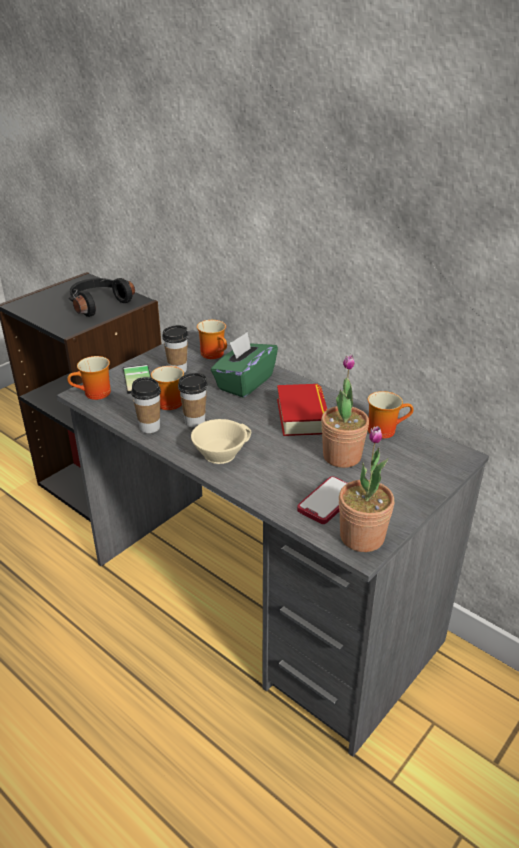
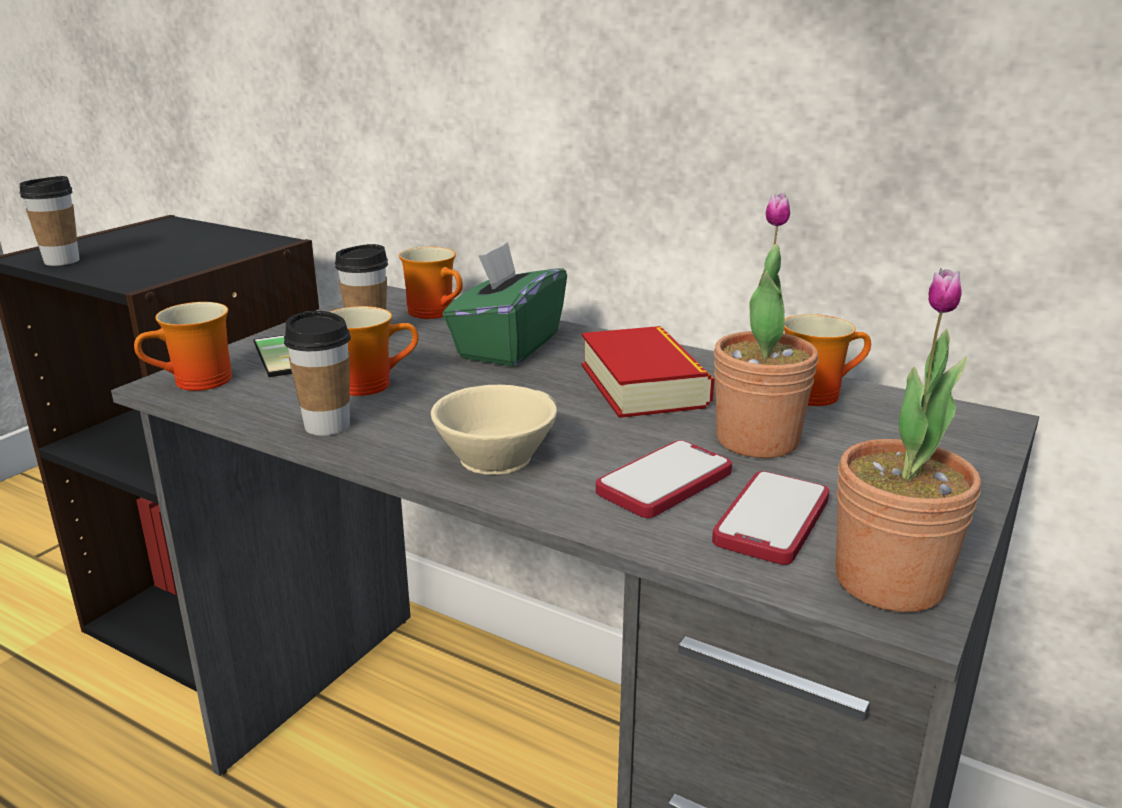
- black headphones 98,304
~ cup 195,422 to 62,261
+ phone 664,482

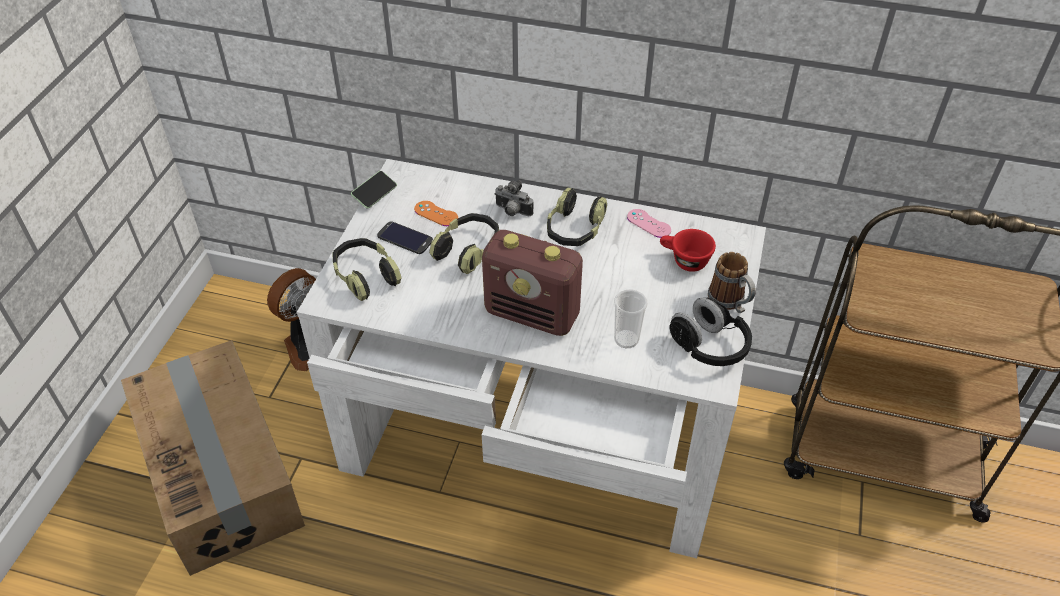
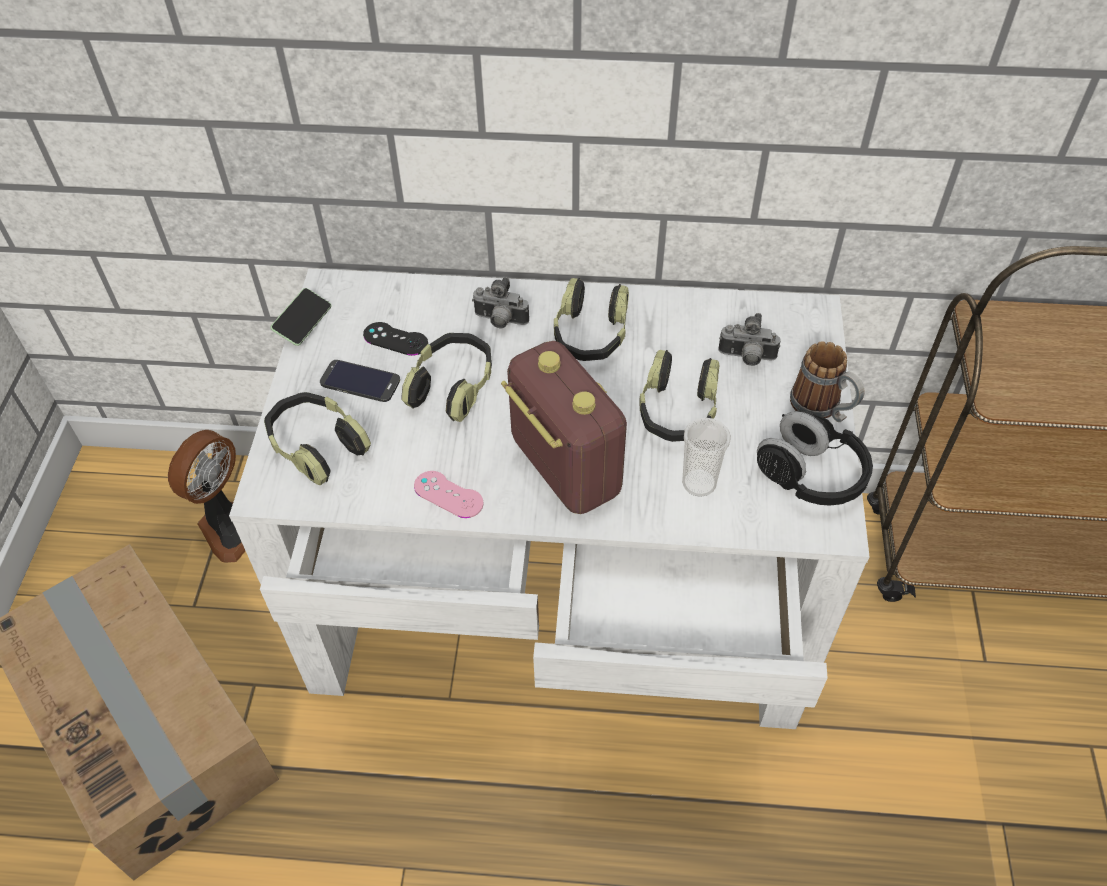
~ orange game controller 436,214 to black game controller 395,339
~ pink game controller 648,223 to 448,494
~ red cup 684,261 to photo camera 746,358
~ radio 533,314 = 564,466 135 degrees counterclockwise
+ headphones 677,411

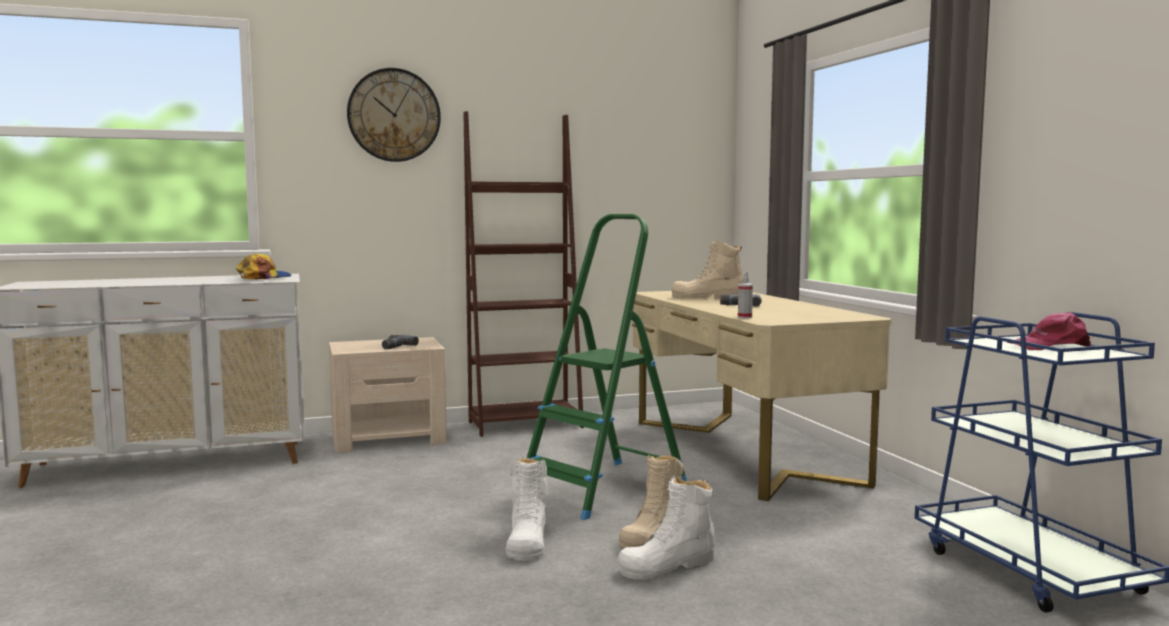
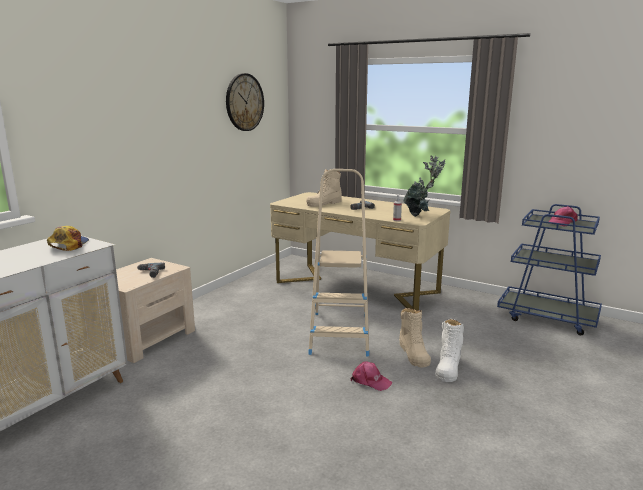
~ wall clock 394,115 to 244,102
- brown bookcase 525,424
~ green step ladder 602,488 to beige step ladder 340,333
~ white boot 527,542 to pink cap 370,381
+ potted plant 420,216

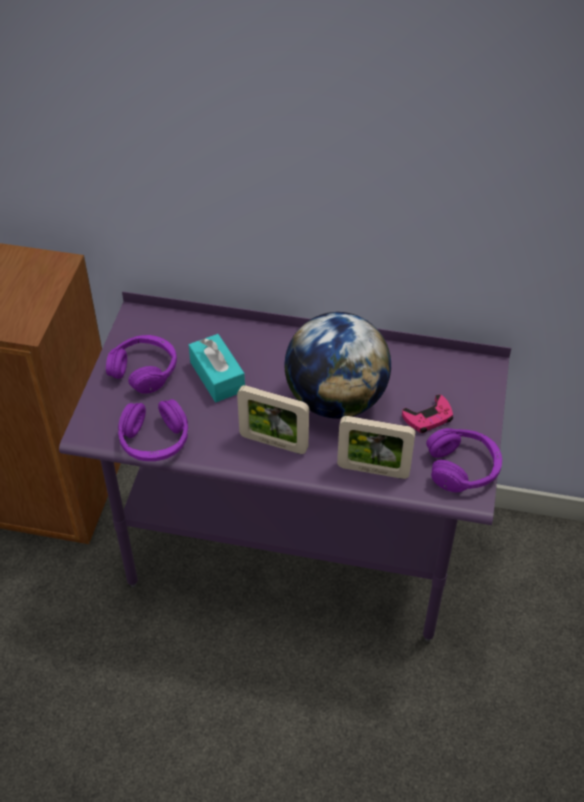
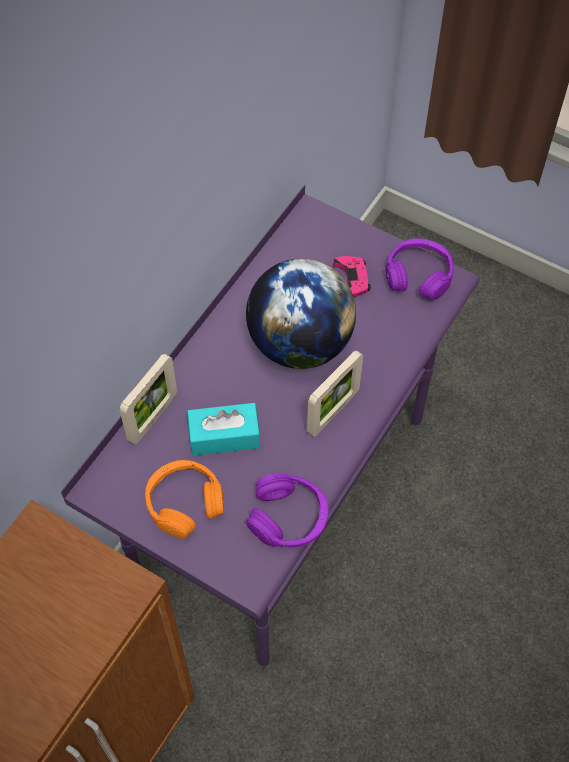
~ purple headphones 144,370 to orange headphones 184,502
~ picture frame 373,470 to 153,418

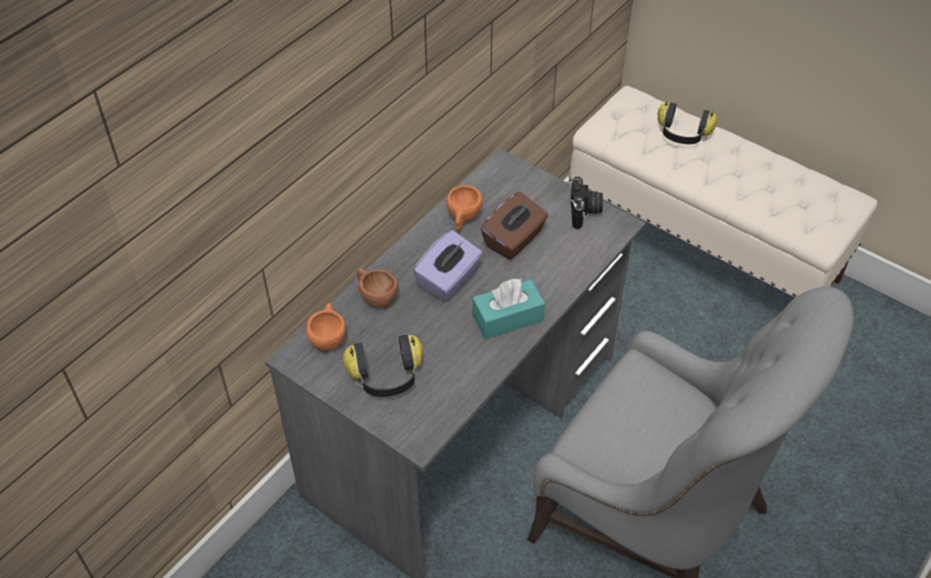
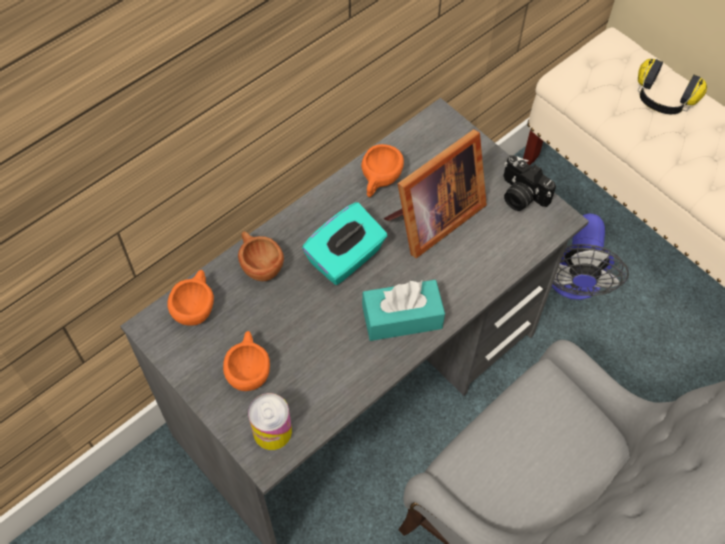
~ photo camera 584,212 = 520,195 120 degrees clockwise
~ brown tissue box 514,240 to picture frame 431,219
~ purple tissue box 449,280 to turquoise tissue box 346,258
~ headphones 386,377 to orange cup 249,369
+ fan 574,284
+ can 272,431

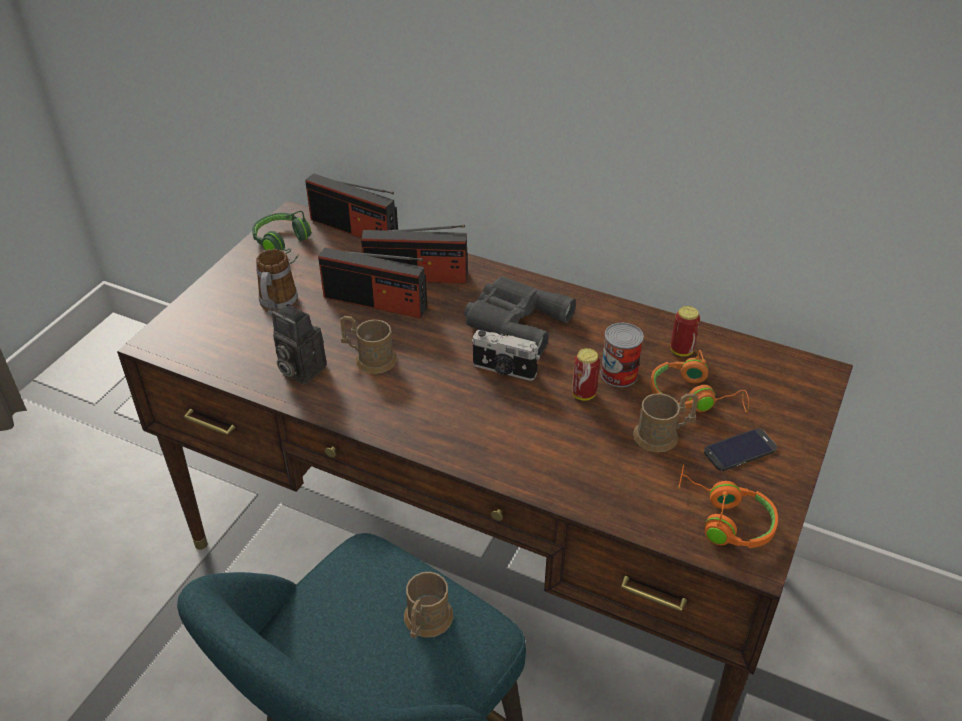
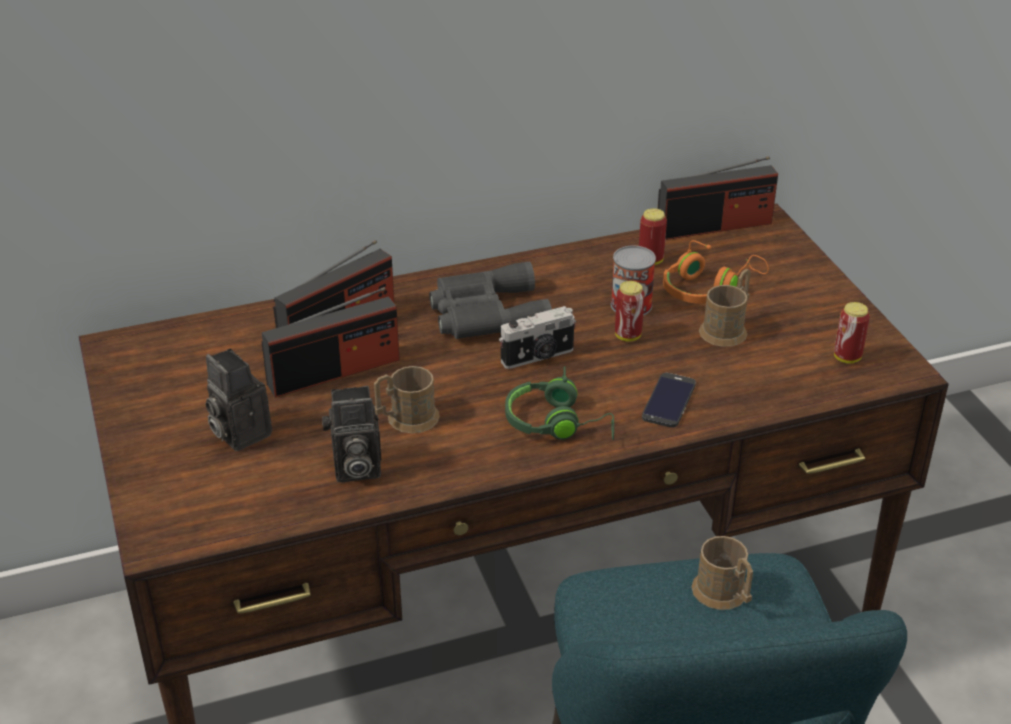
~ radio 354,229 to 714,226
~ green headphones 284,246 to 558,423
~ mug 277,306 to photo camera 238,432
~ phone 740,450 to 669,401
~ orange headphones 723,518 to can 847,357

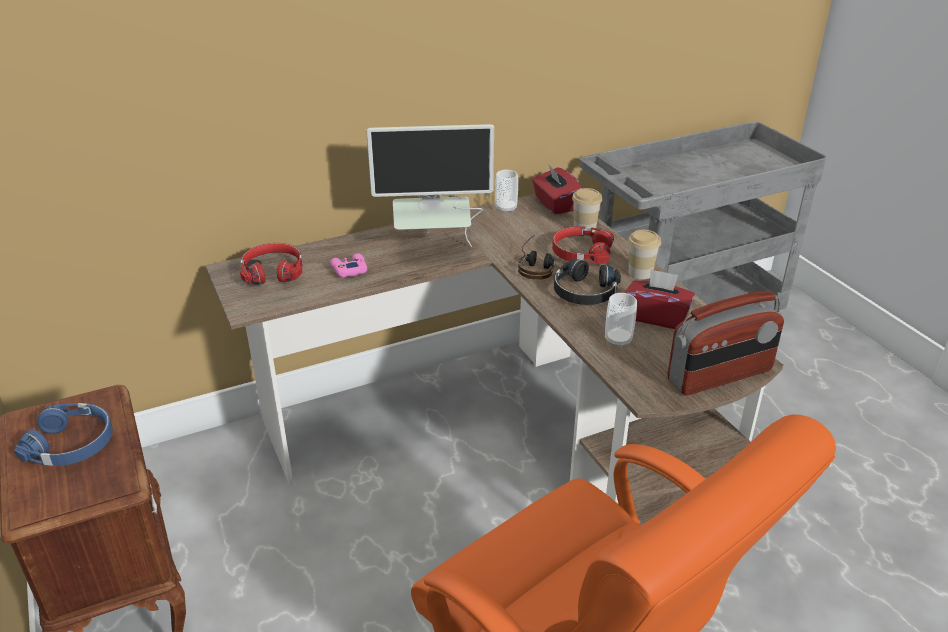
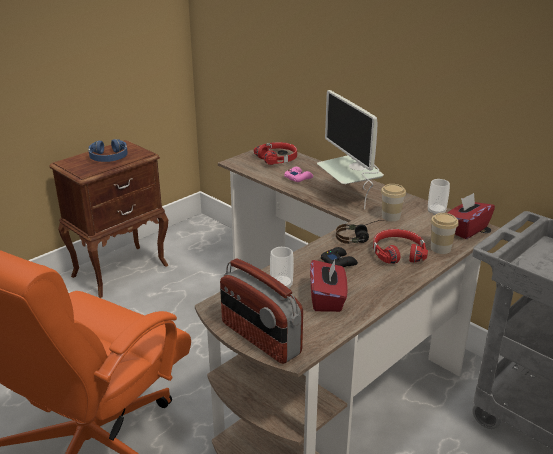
~ cup 640,273 to 391,217
~ black headphones 584,292 to black game controller 338,262

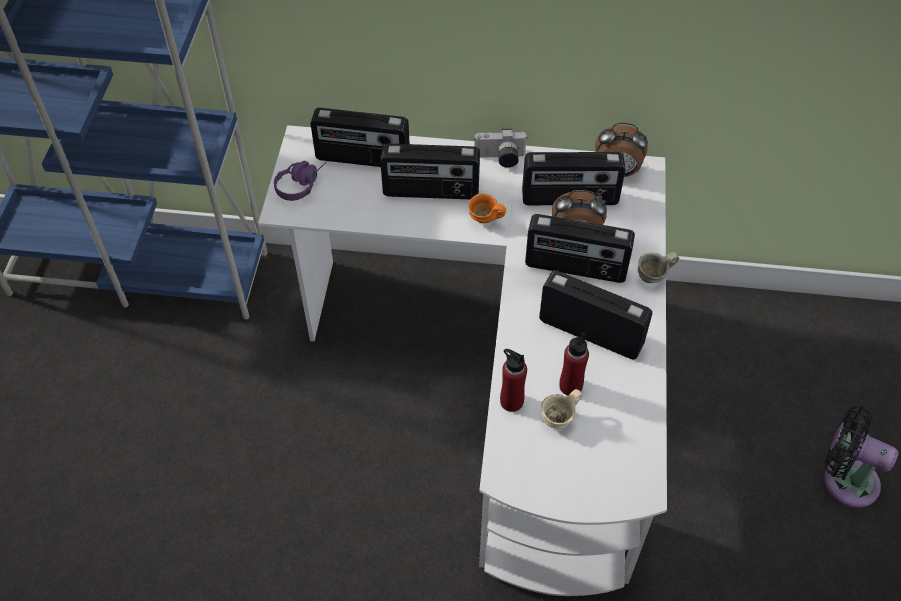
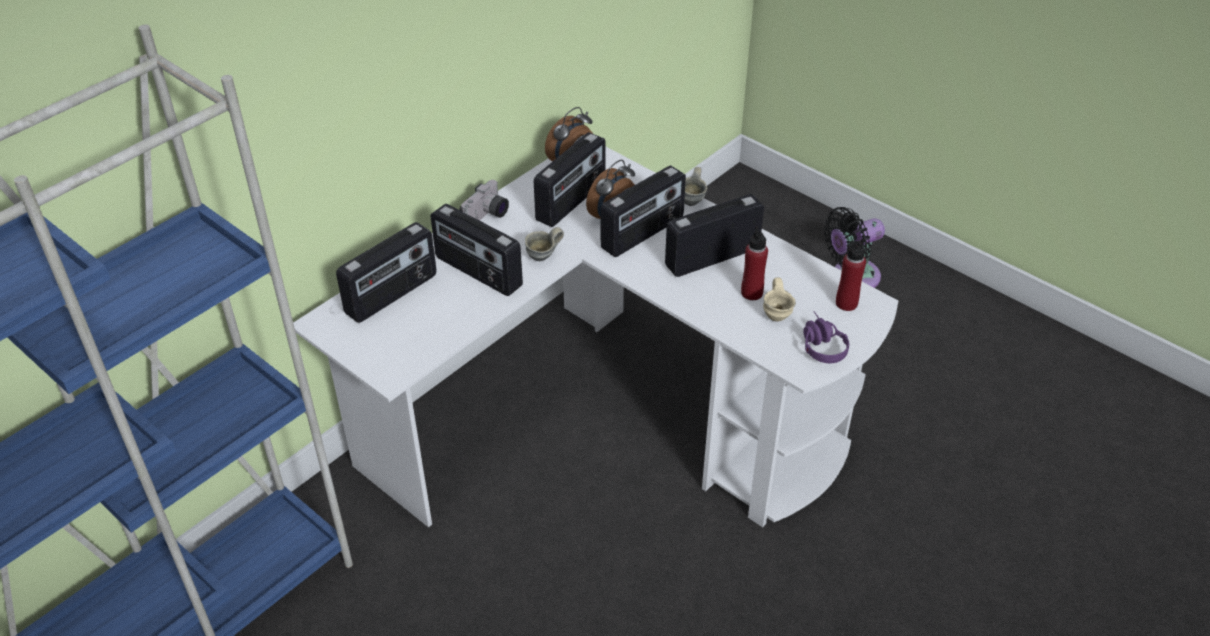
~ radio 431,192 = 477,272 90 degrees clockwise
~ purple headphones 301,183 to 819,344
~ orange mug 484,221 to grey mug 544,258
~ red bottle 511,401 to 846,303

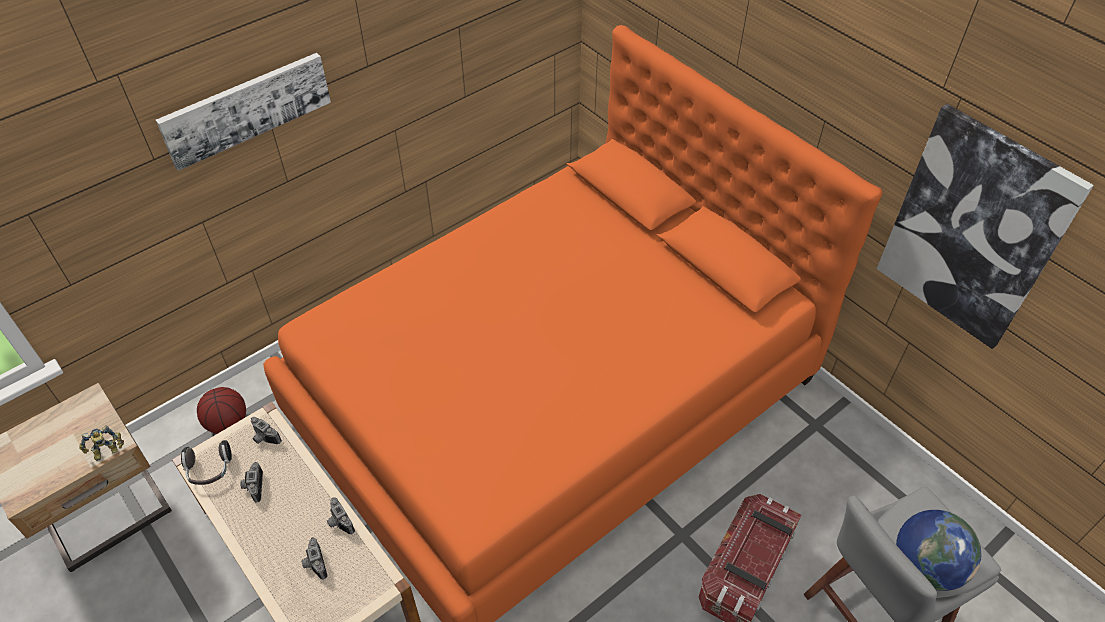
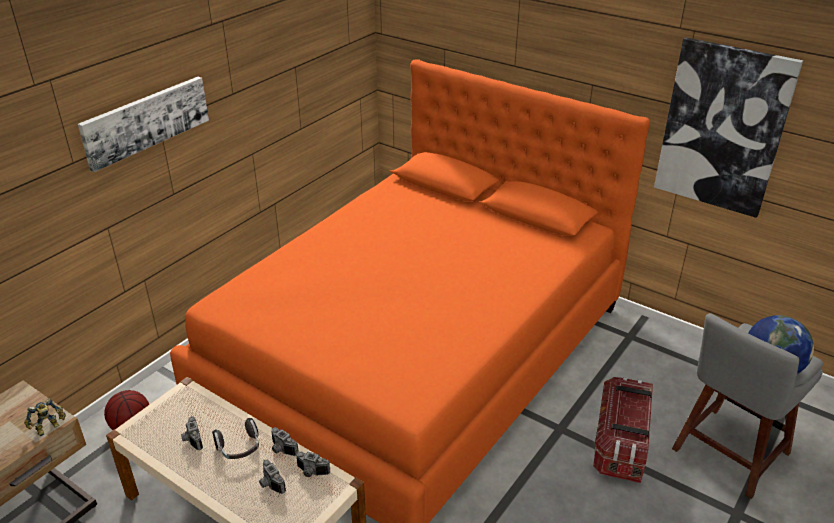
~ photo camera 263,438 to 311,472
~ headphones 209,470 to 239,448

